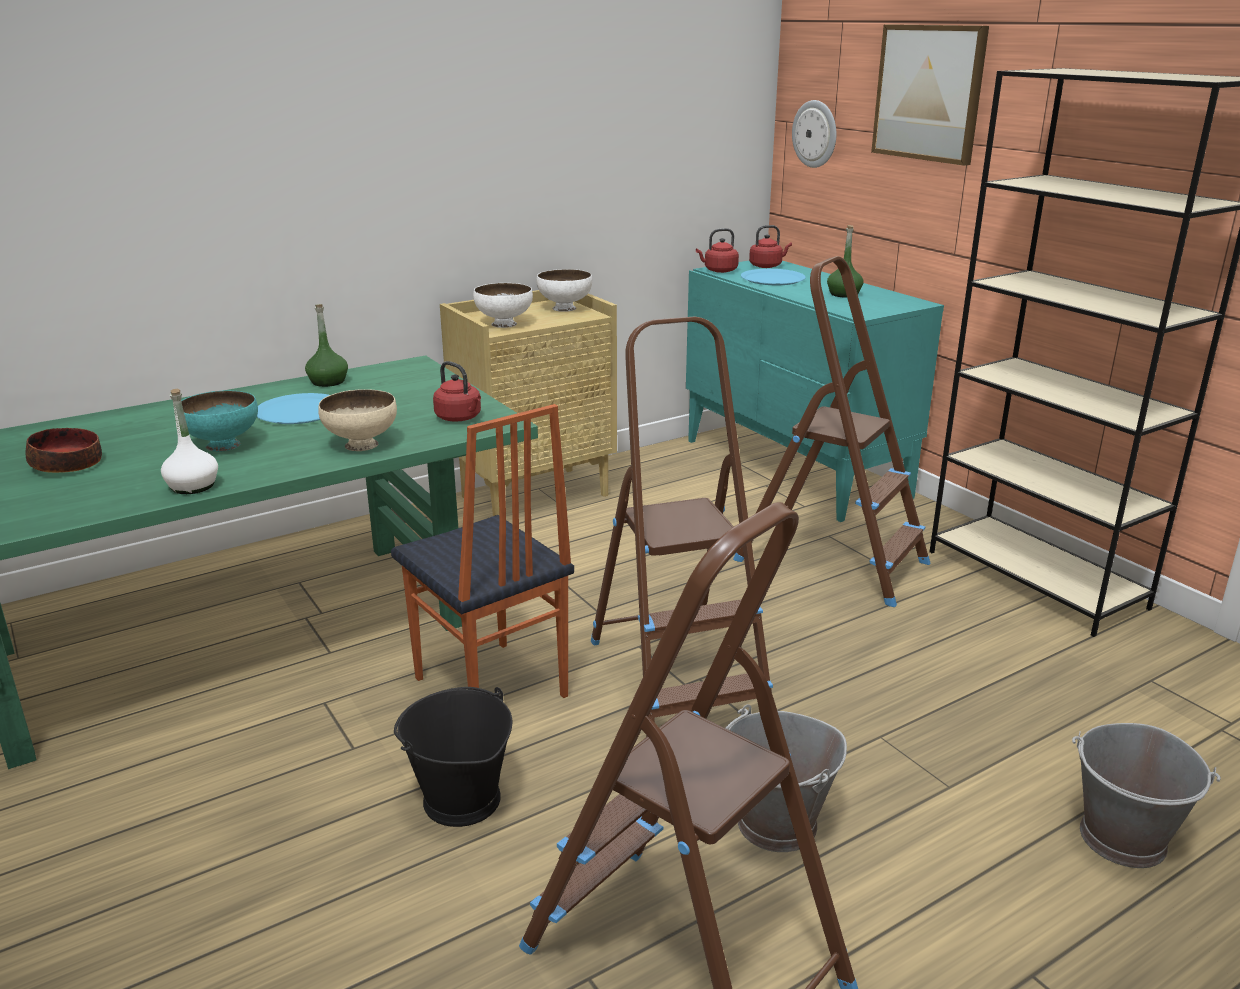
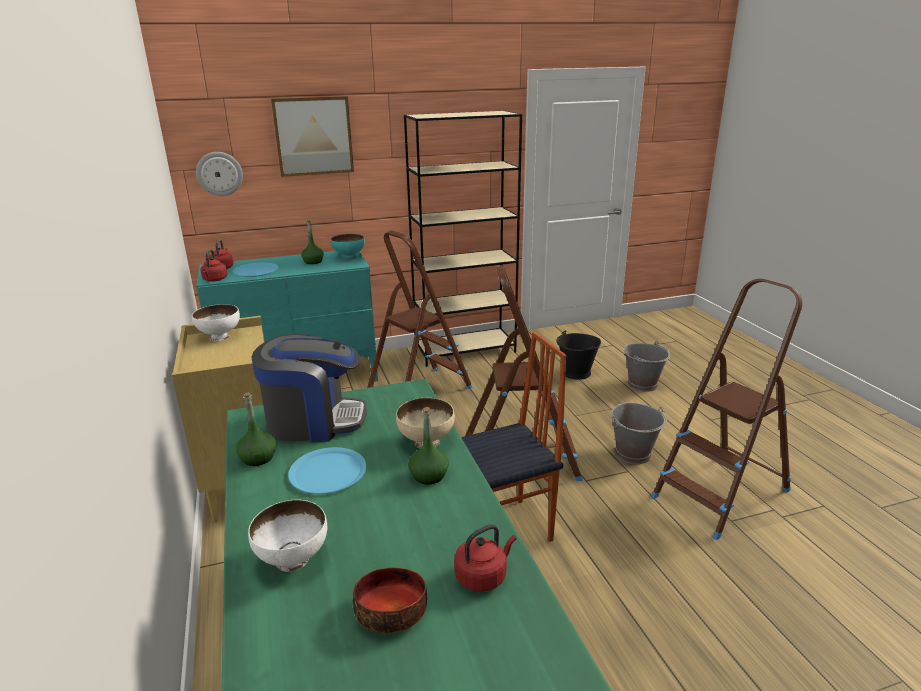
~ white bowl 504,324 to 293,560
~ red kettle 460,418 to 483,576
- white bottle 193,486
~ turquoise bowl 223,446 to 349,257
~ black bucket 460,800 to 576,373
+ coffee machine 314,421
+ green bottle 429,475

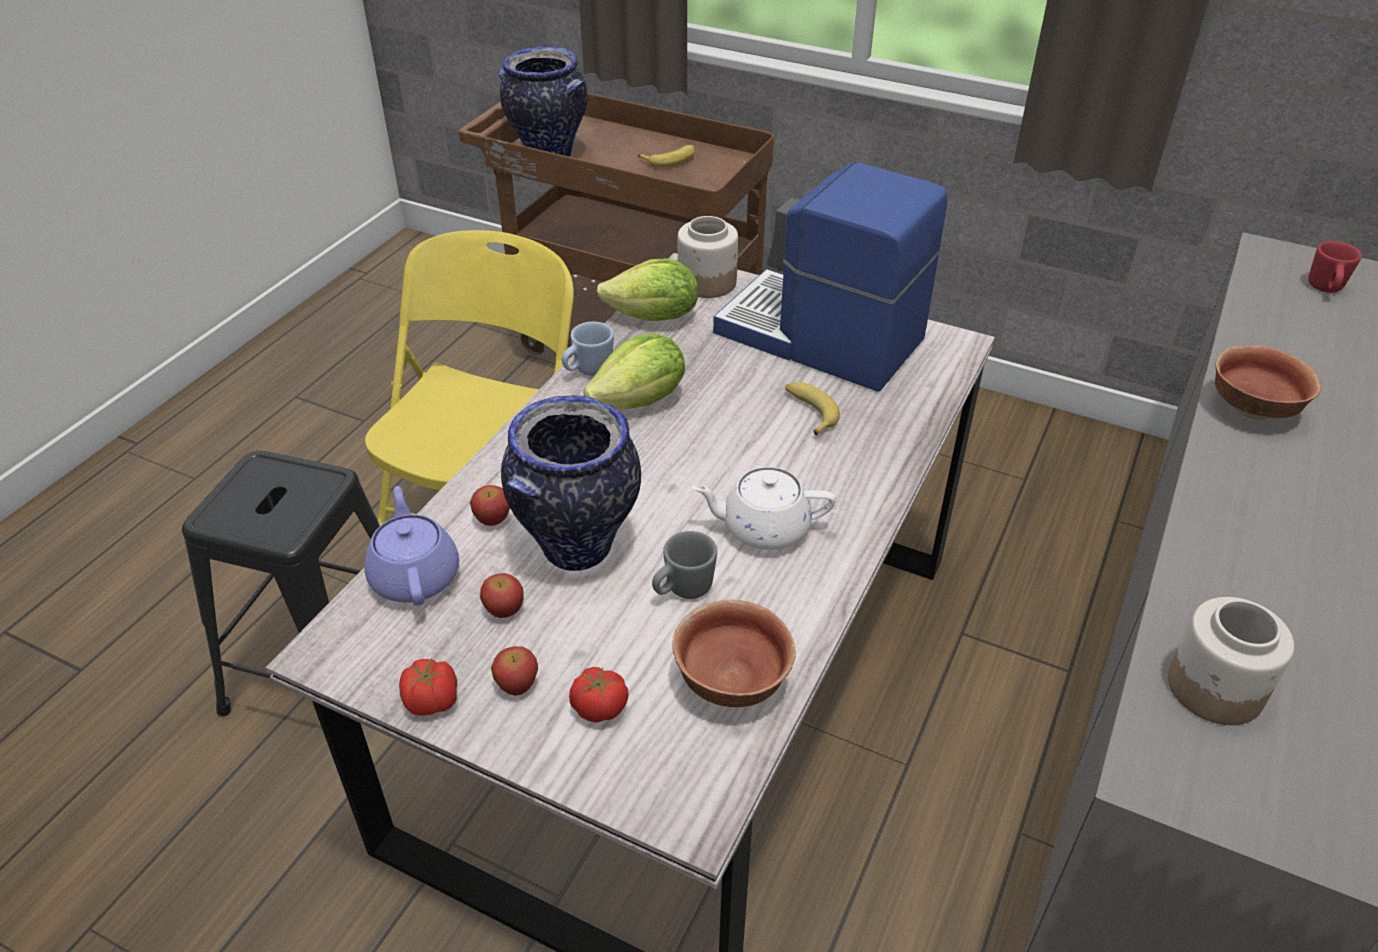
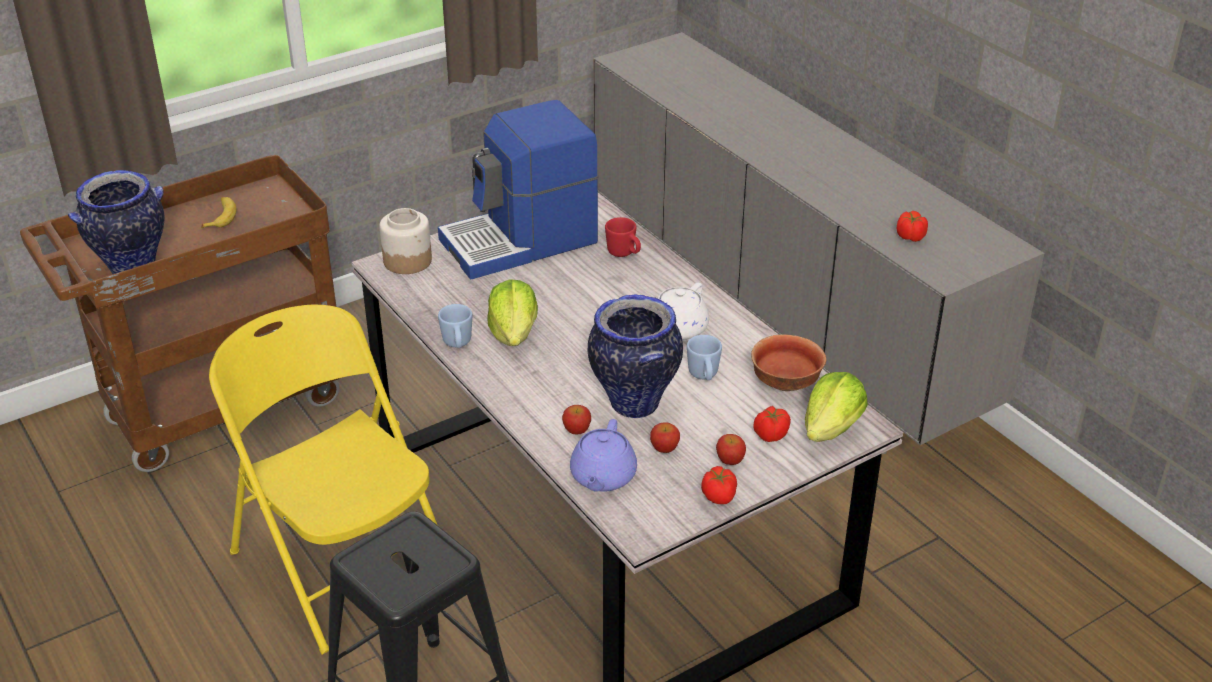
~ red mug 1325,289 to 624,254
~ lettuce 654,317 to 832,429
- bowl 1252,408
- banana 809,412
~ purple teapot 415,575 = 602,477 90 degrees counterclockwise
~ grey mug 682,590 to blue mug 704,376
~ jar 1215,689 to tomato 910,237

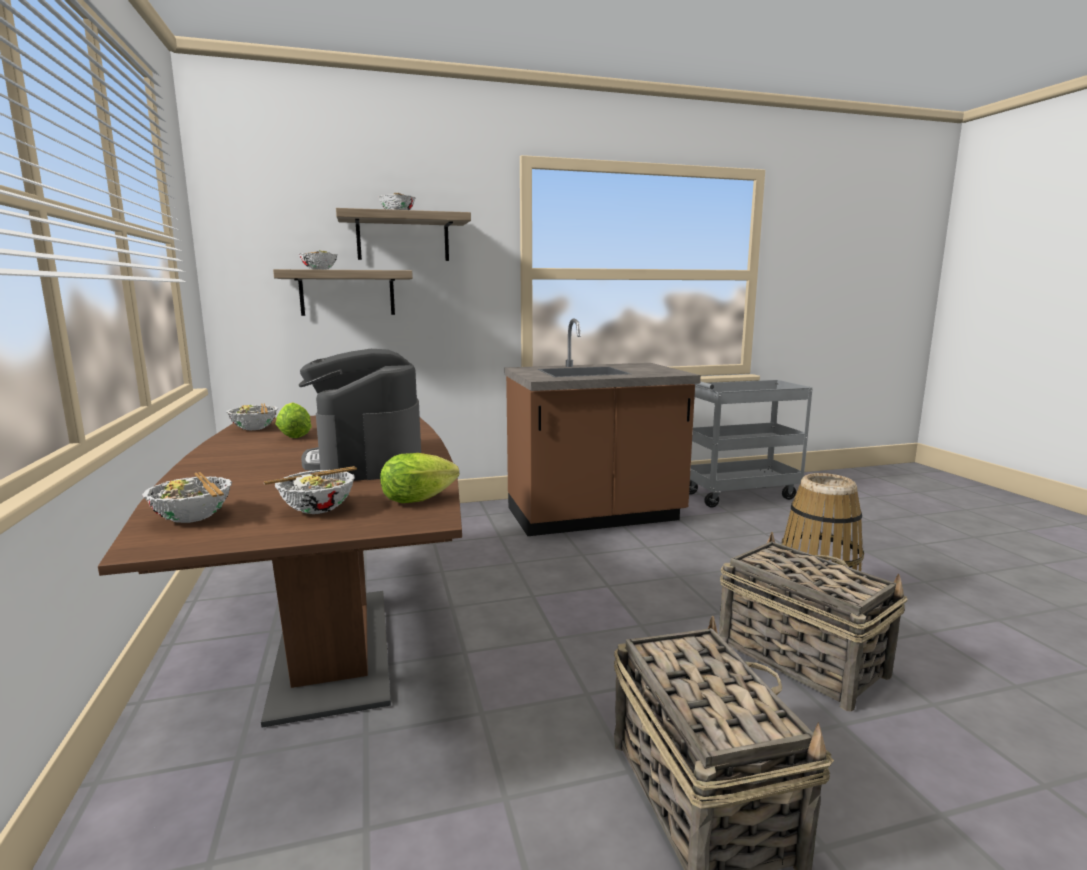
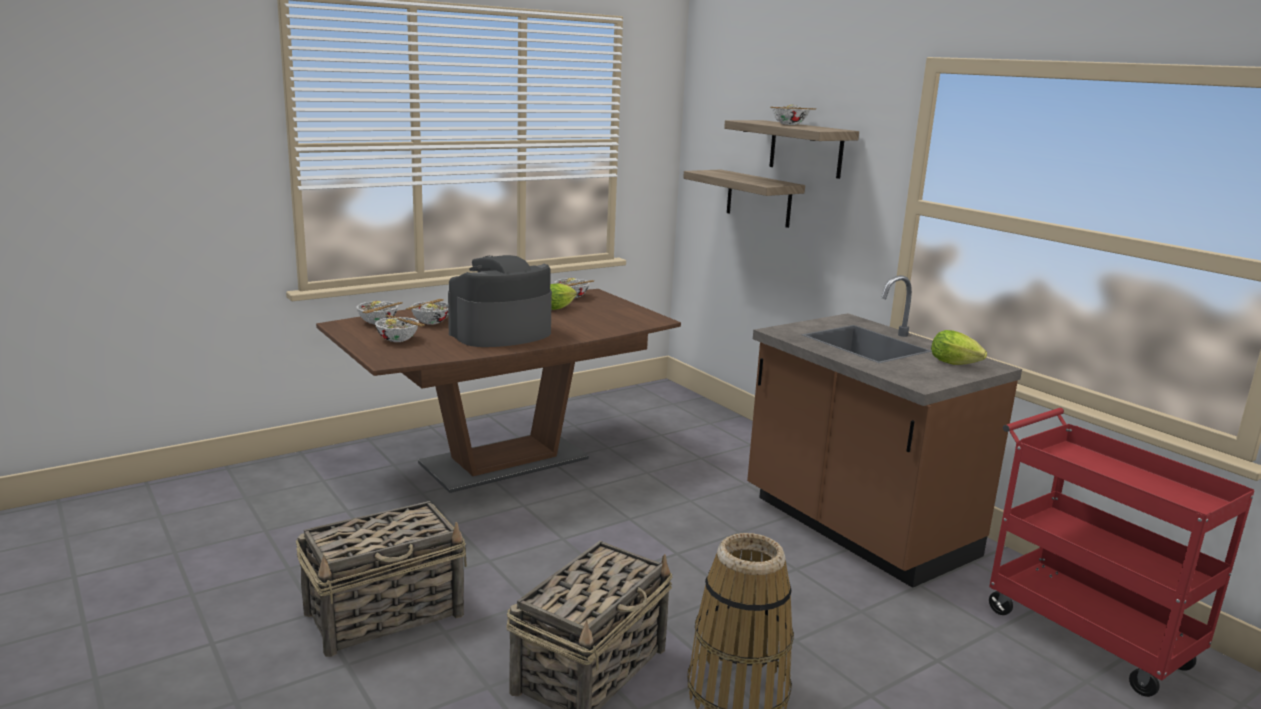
~ bowl 318,269 to 431,322
~ grey cart 737,496 to red cart 1081,637
~ lettuce 422,499 to 957,364

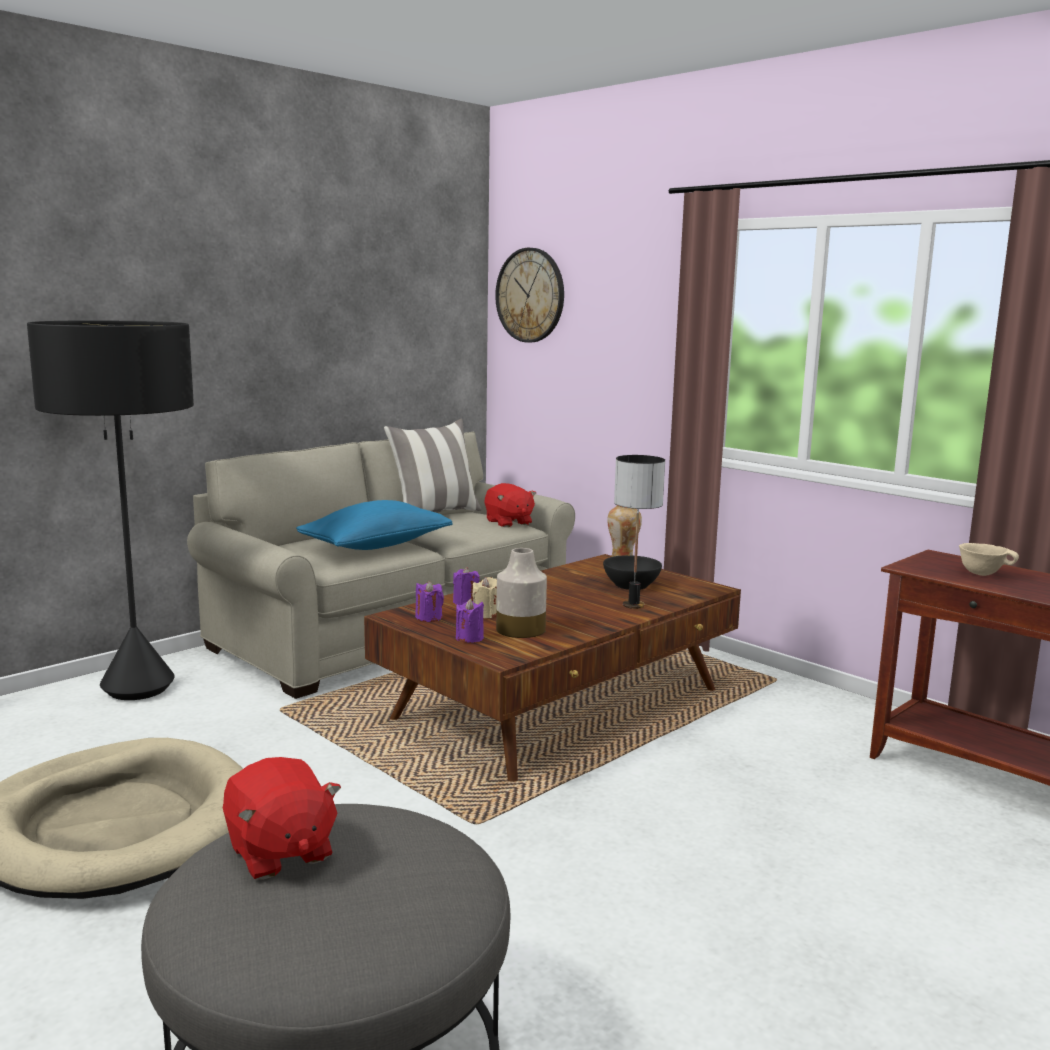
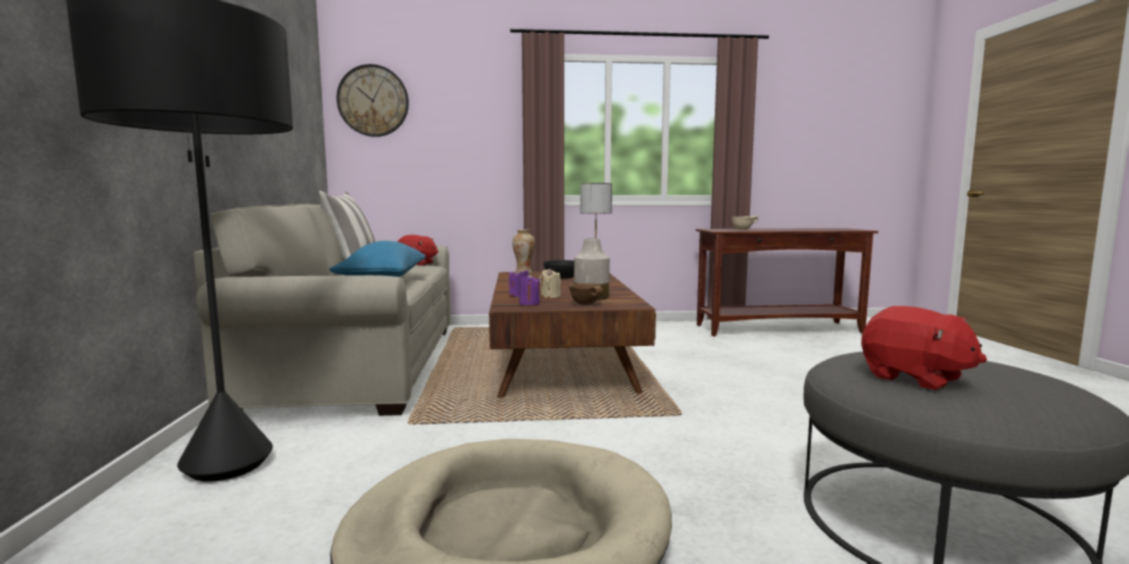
~ purple candle 469,638 to brown bowl 586,304
~ red plush toy 279,852 = 914,378 45 degrees clockwise

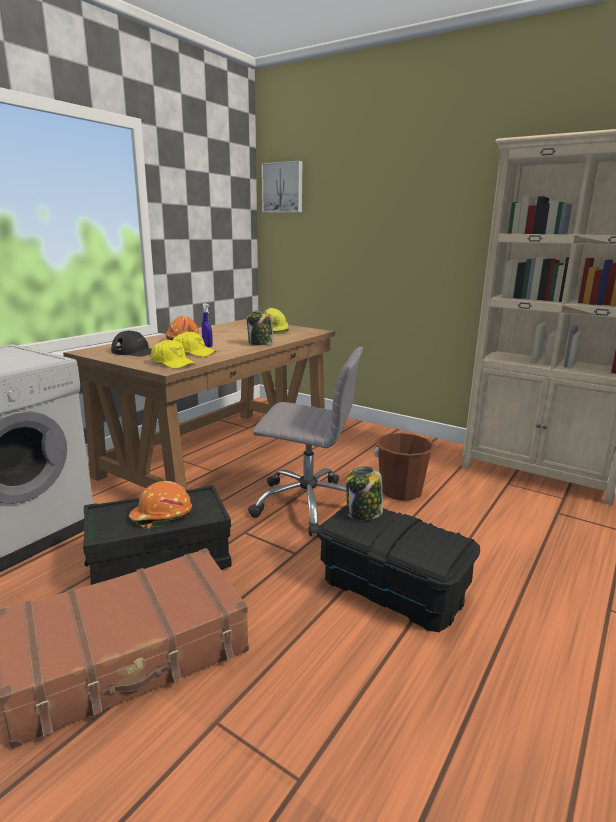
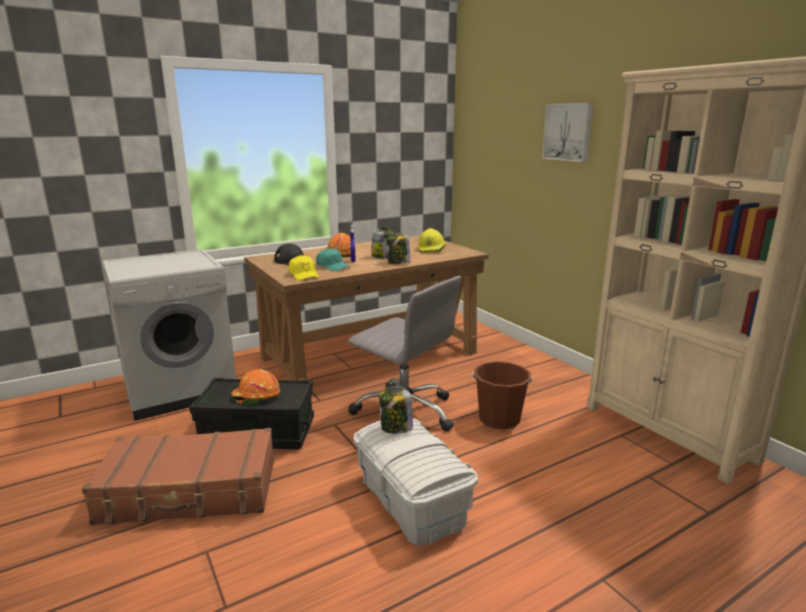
~ picture 283,187 to 568,132
~ yellow cap 193,353 to turquoise cap 332,266
~ black storage box 393,588 to white storage box 412,500
+ jar 382,256

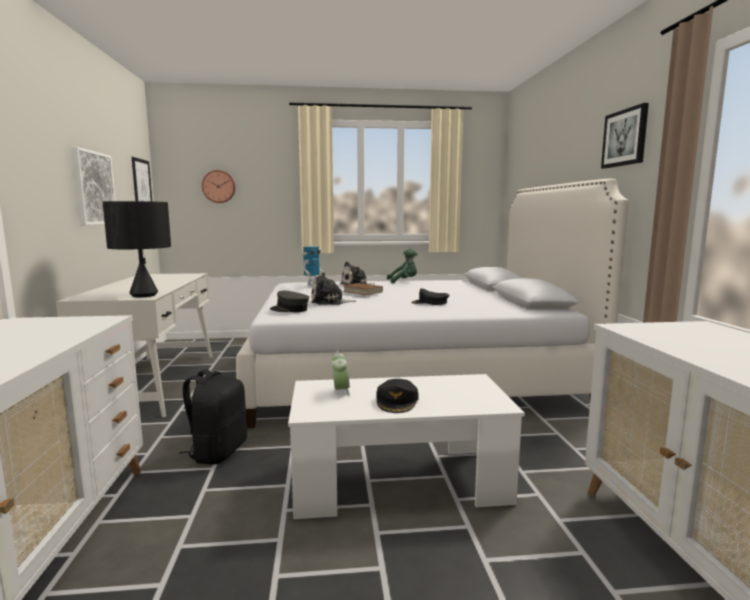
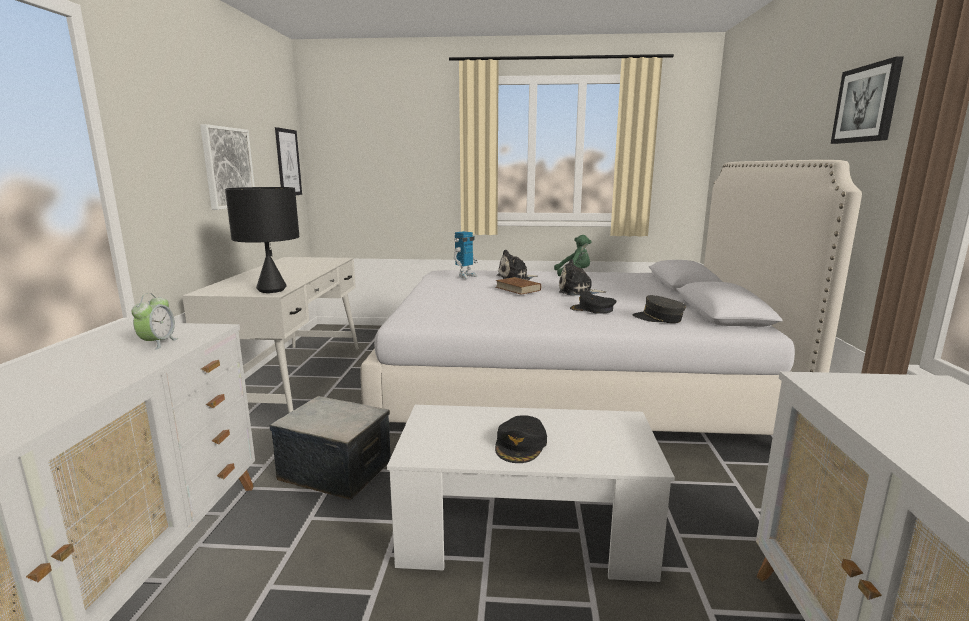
- wall clock 219,186
~ plush toy 330,302 to 578,292
~ grey cap 289,310 to 658,318
~ alarm clock 340,391 to 158,343
~ black backpack 217,452 to storage box 336,470

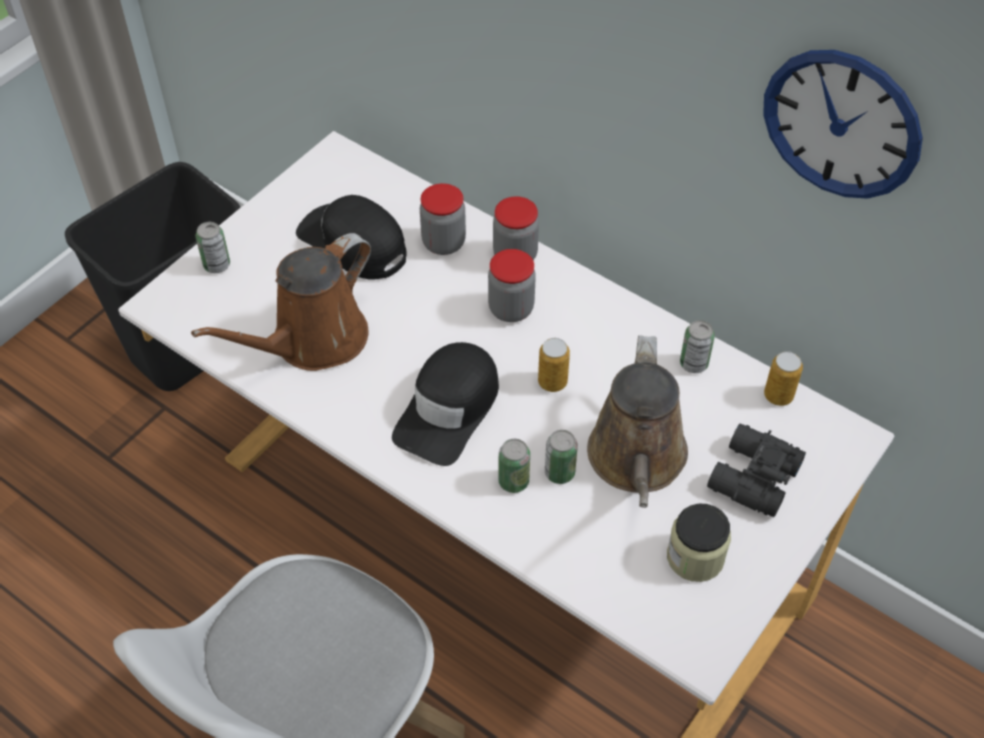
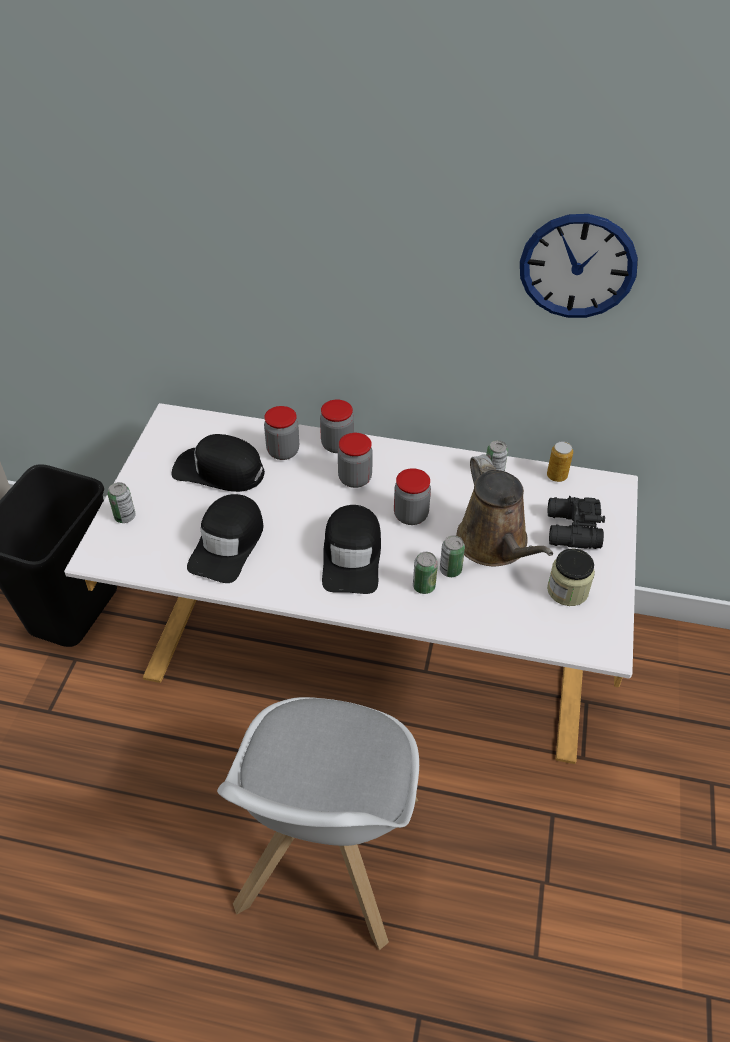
~ brown watering can 312,341 to black cap 228,544
~ can 552,382 to jar 411,515

